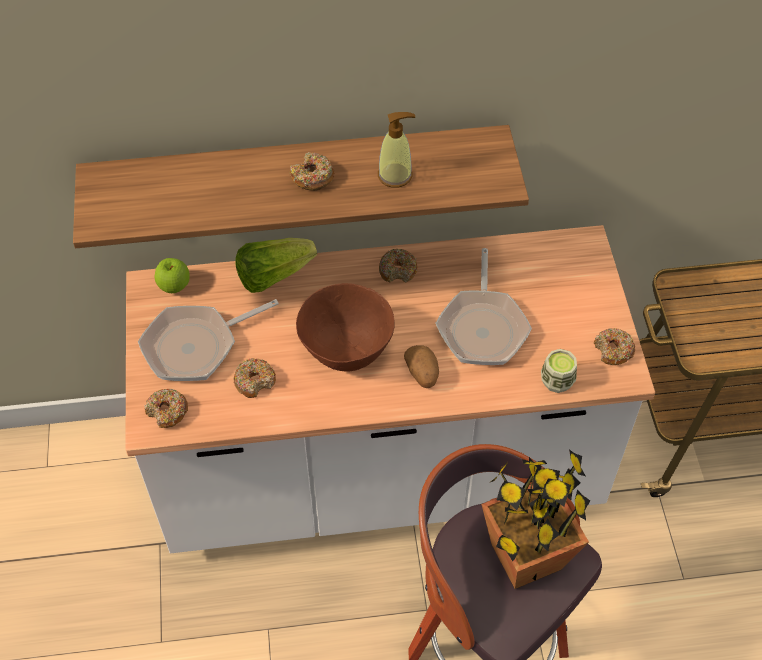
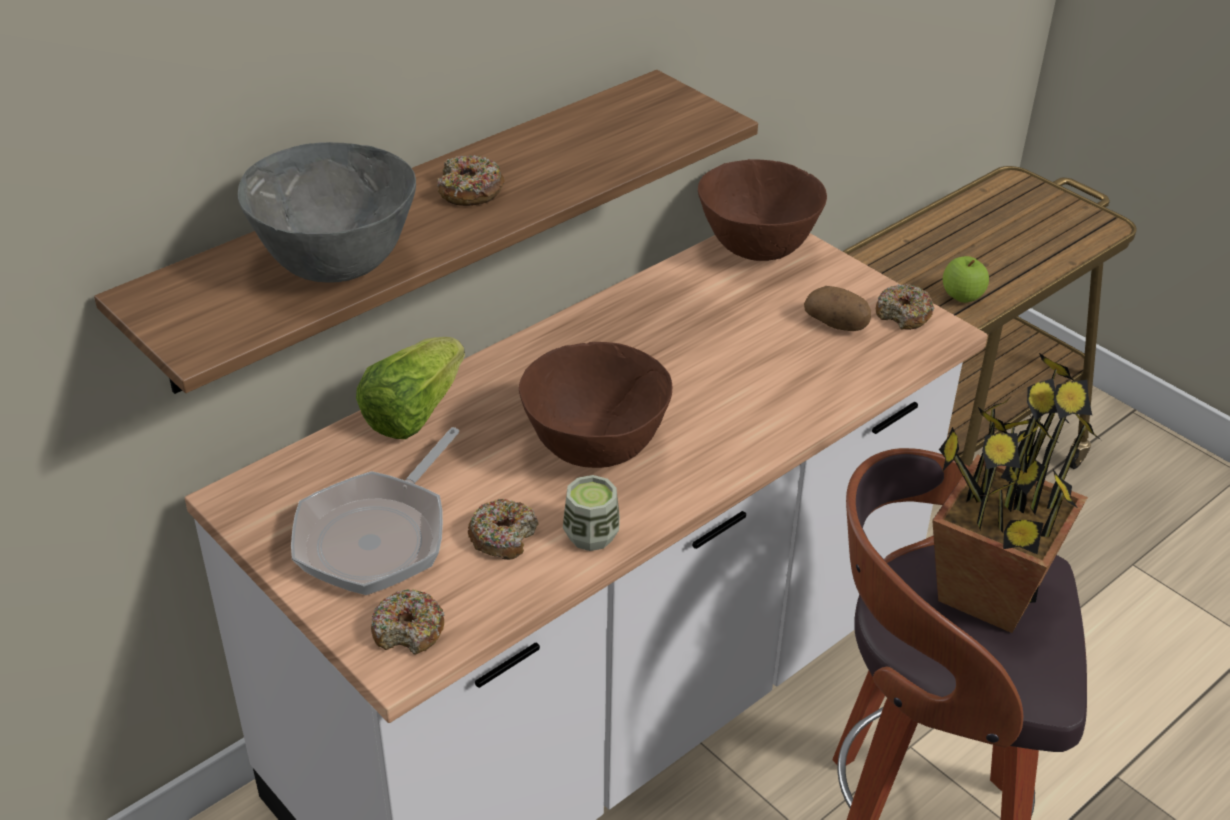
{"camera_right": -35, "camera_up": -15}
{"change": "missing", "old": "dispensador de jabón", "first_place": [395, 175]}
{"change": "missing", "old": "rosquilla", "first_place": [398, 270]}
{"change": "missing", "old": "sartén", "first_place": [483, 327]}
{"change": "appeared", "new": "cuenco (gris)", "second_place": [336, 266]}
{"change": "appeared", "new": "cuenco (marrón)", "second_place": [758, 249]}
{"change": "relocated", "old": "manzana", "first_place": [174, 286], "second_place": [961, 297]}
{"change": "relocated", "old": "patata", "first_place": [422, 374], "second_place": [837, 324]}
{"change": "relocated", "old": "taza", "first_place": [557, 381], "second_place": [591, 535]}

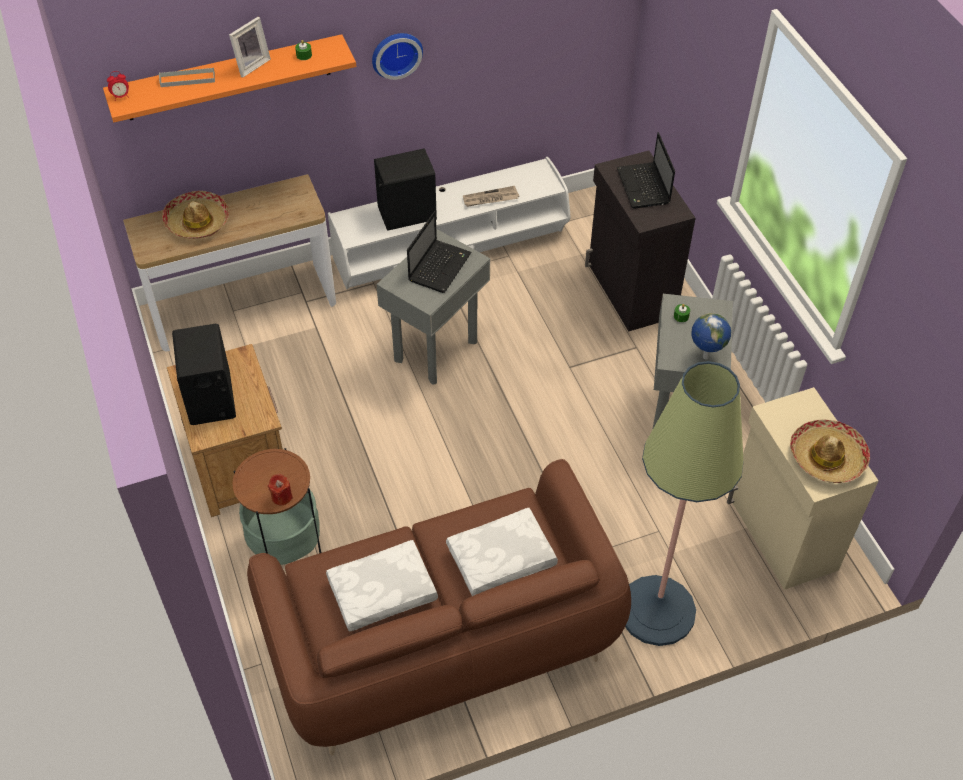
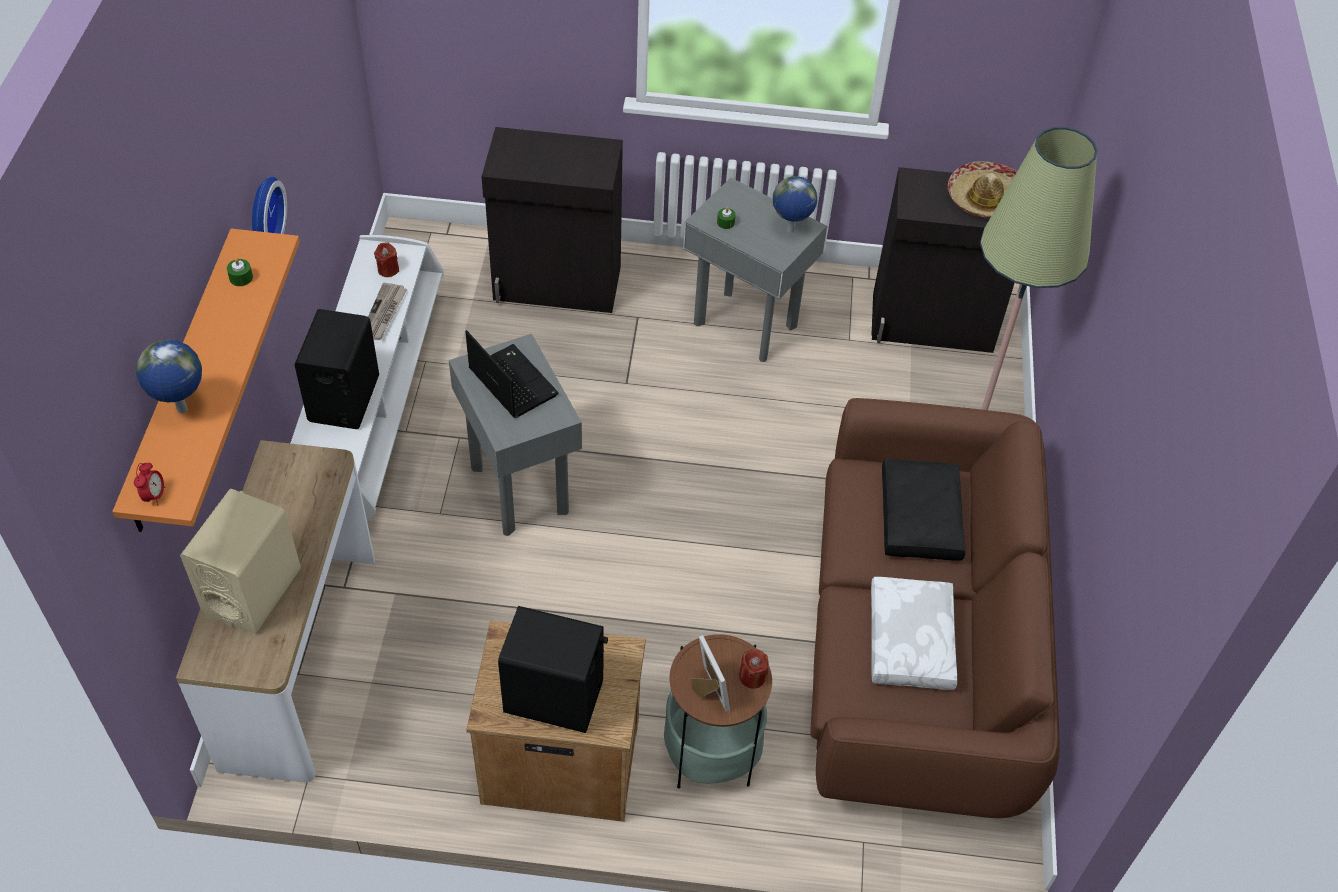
{"camera_right": -65, "camera_up": 0}
{"change": "missing", "old": "portátil", "first_place": [644, 187]}
{"change": "appeared", "new": "vela (rojo)", "second_place": [388, 269]}
{"change": "relocated", "old": "portarretratos", "first_place": [251, 65], "second_place": [707, 692]}
{"change": "exchanged", "old": "bandeja (gris)", "new": "globo terráqueo", "first_place": [187, 79], "second_place": [182, 410]}
{"change": "exchanged", "old": "sombrero", "new": "altavoz (beis)", "first_place": [197, 222], "second_place": [252, 590]}
{"change": "colour", "old": "cojín (blanco)", "new": "cojín (negro)", "first_place": [501, 560], "second_place": [921, 519]}
{"change": "colour", "old": "armario (beis)", "new": "armario (negro)", "first_place": [781, 535], "second_place": [933, 324]}

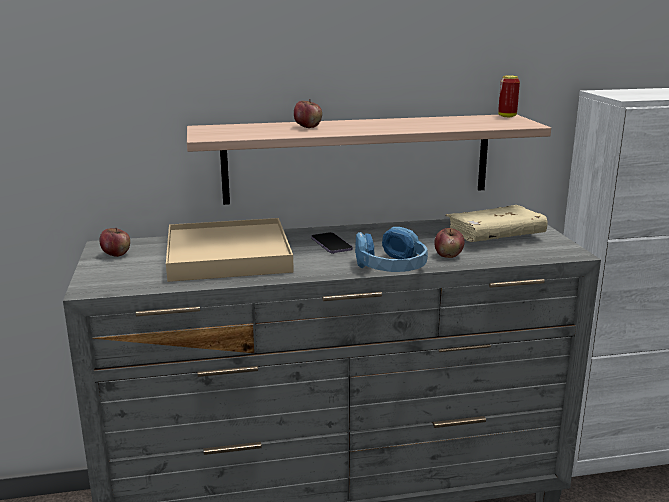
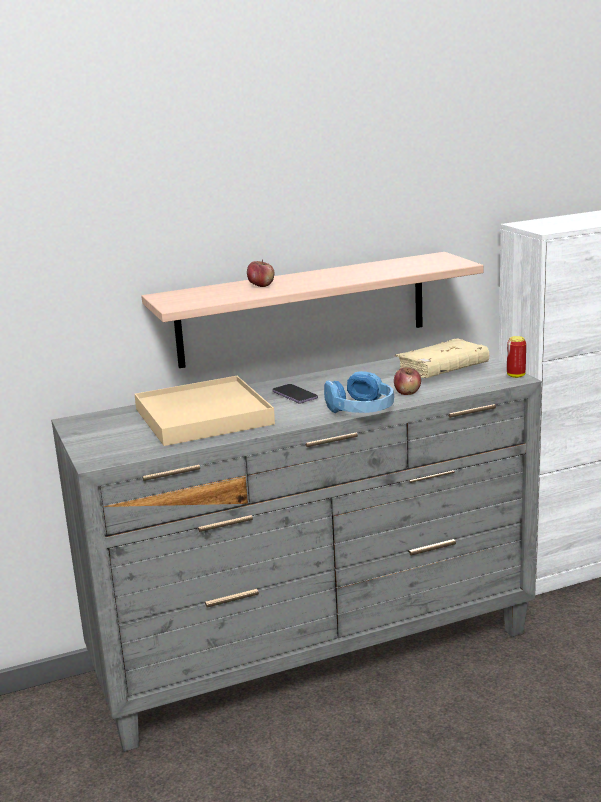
{"camera_right": -10, "camera_up": 0}
{"change": "missing", "old": "manzana", "first_place": [116, 254]}
{"change": "relocated", "old": "lata", "first_place": [507, 116], "second_place": [516, 376]}

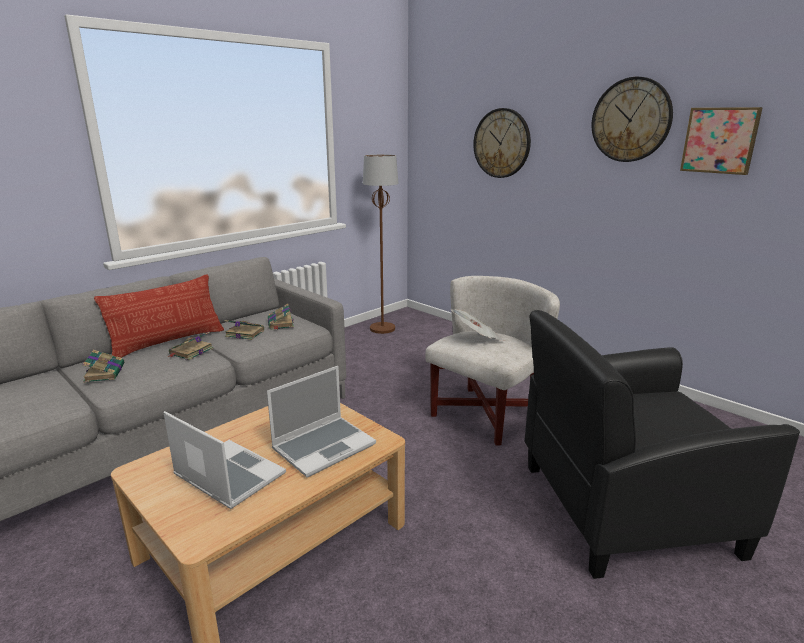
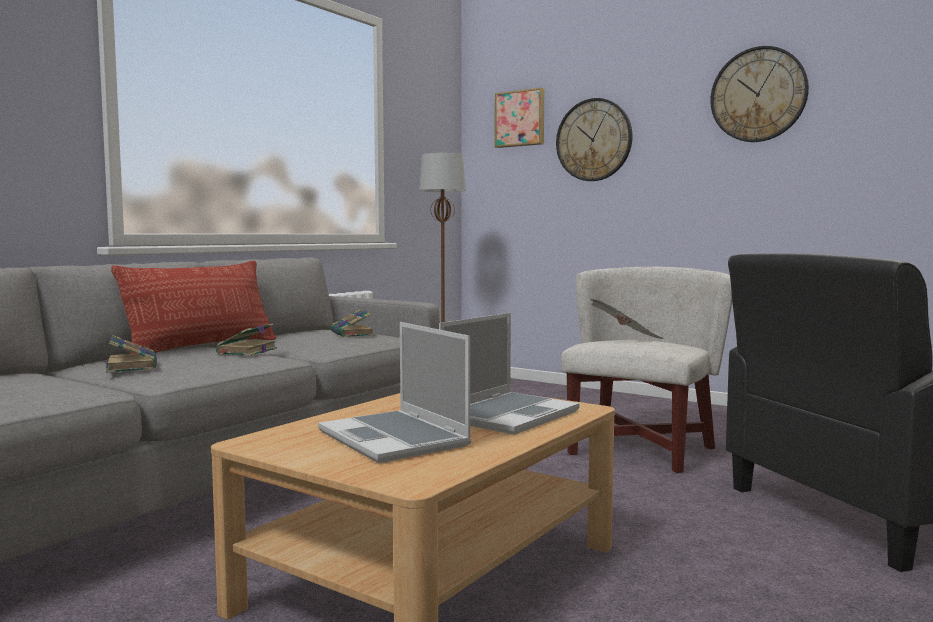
{"camera_right": -10, "camera_up": -15}
{"change": "missing", "old": "libro", "first_place": [244, 333]}
{"change": "relocated", "old": "cuadro", "first_place": [720, 140], "second_place": [520, 118]}
{"change": "spun", "old": "portátil", "first_place": [227, 475], "second_place": [395, 439], "degrees": -150}

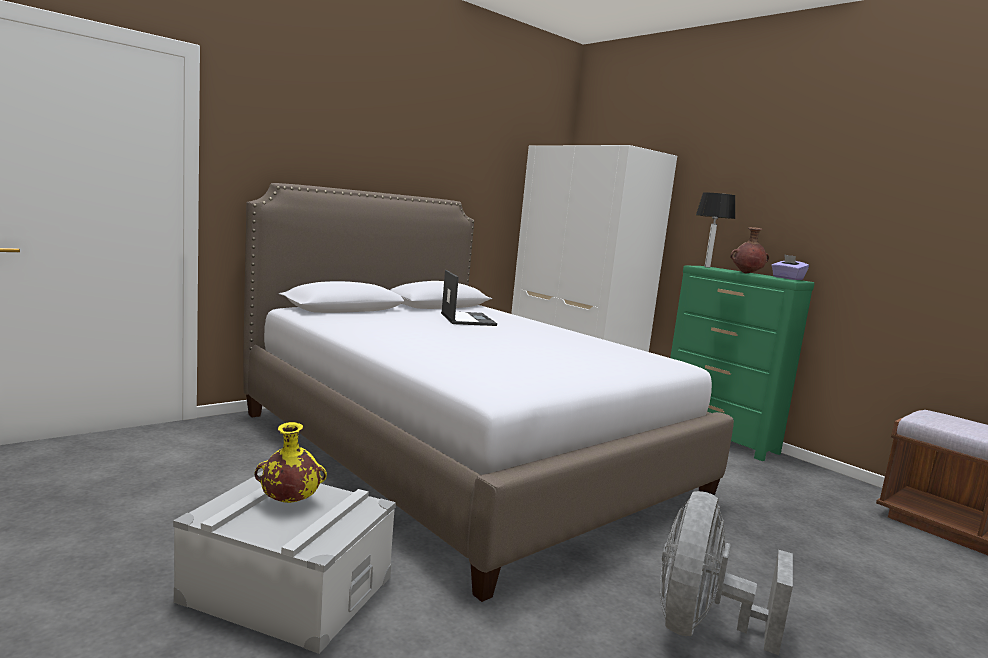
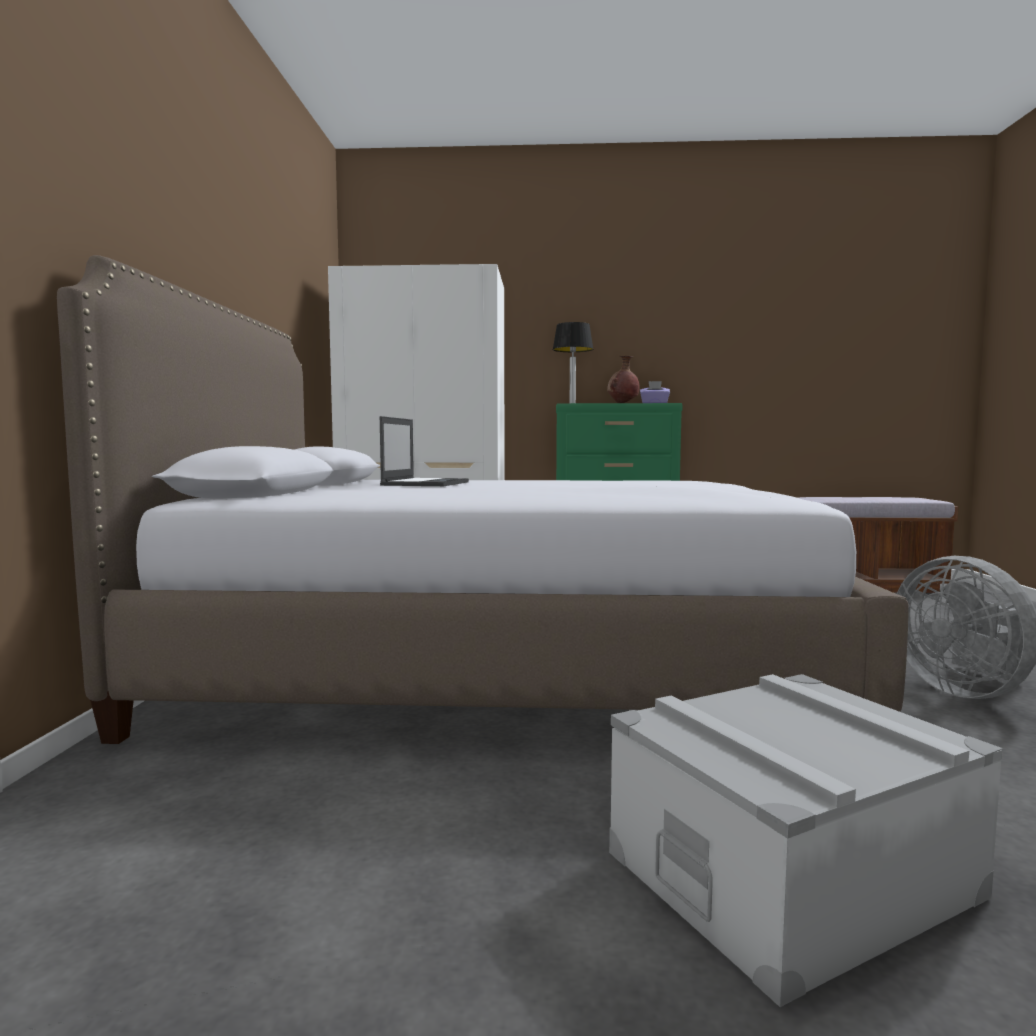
{"camera_right": -45, "camera_up": -5}
{"change": "missing", "old": "florero (amarillo)", "first_place": [289, 502]}
{"change": "spun", "old": "portátil", "first_place": [467, 319], "second_place": [426, 483], "degrees": 75}

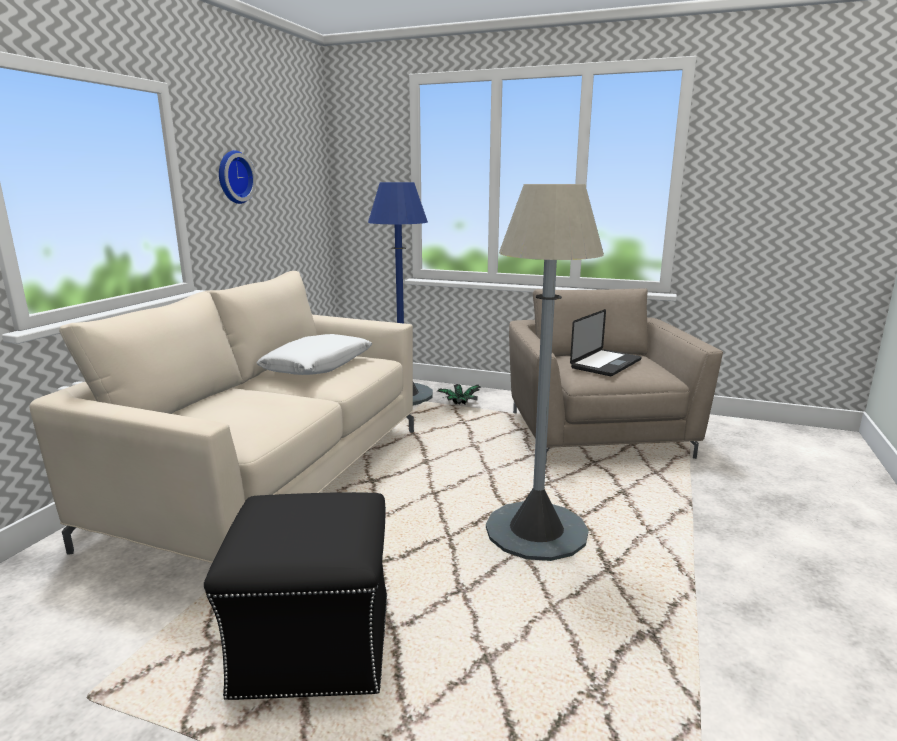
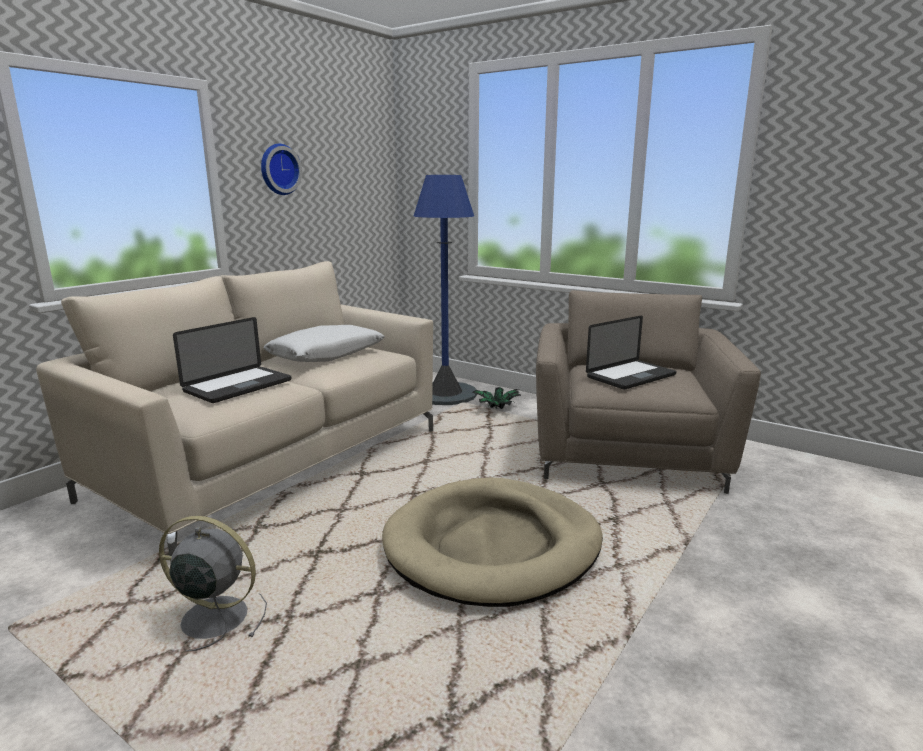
{"camera_right": 15, "camera_up": 0}
{"change": "appeared", "new": "portátil", "second_place": [238, 386]}
{"change": "exchanged", "old": "puf (negro)", "new": "ventilador (gris)", "first_place": [312, 643], "second_place": [211, 617]}
{"change": "exchanged", "old": "lámpara de pie (gris)", "new": "cama para perro (beis)", "first_place": [536, 531], "second_place": [493, 546]}

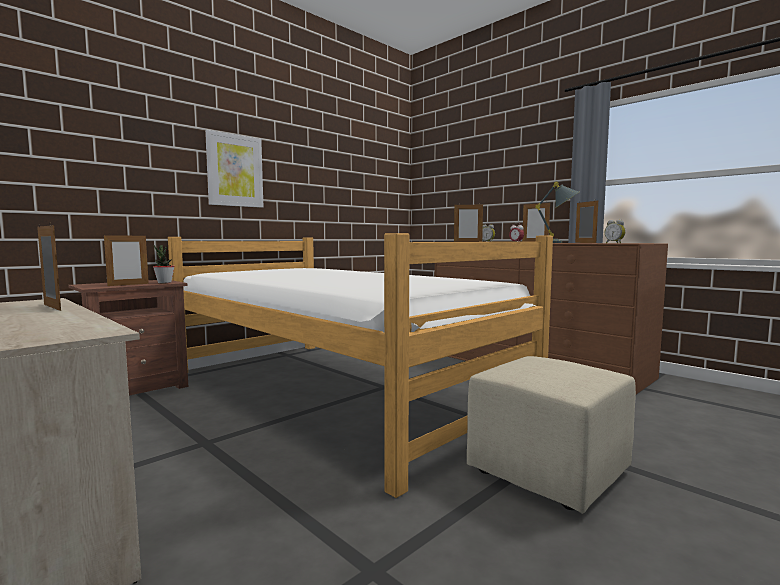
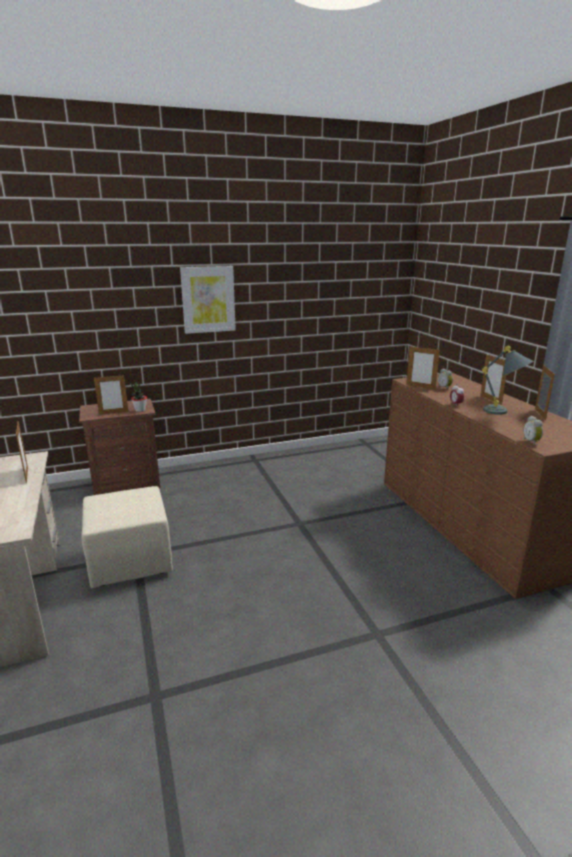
{"camera_right": 25, "camera_up": 15}
{"change": "missing", "old": "cama", "first_place": [336, 391]}
{"change": "relocated", "old": "puf (beis)", "first_place": [548, 471], "second_place": [131, 561]}

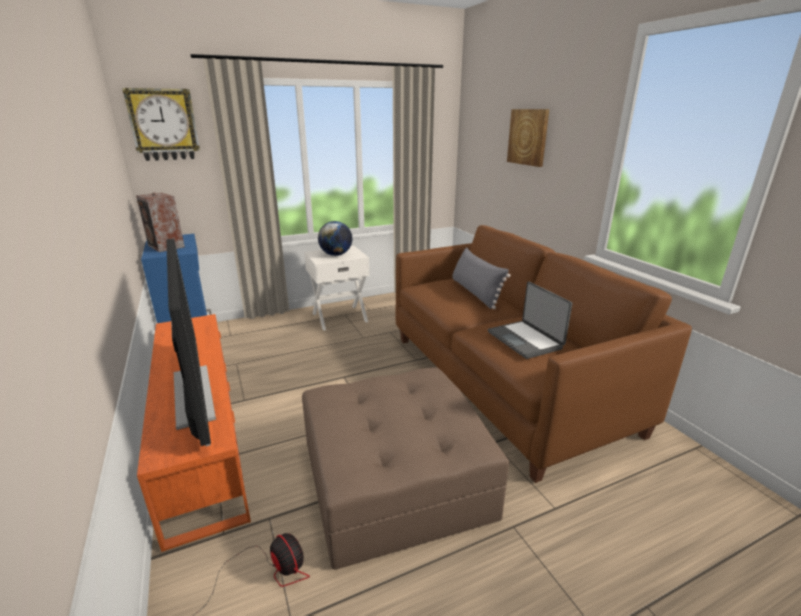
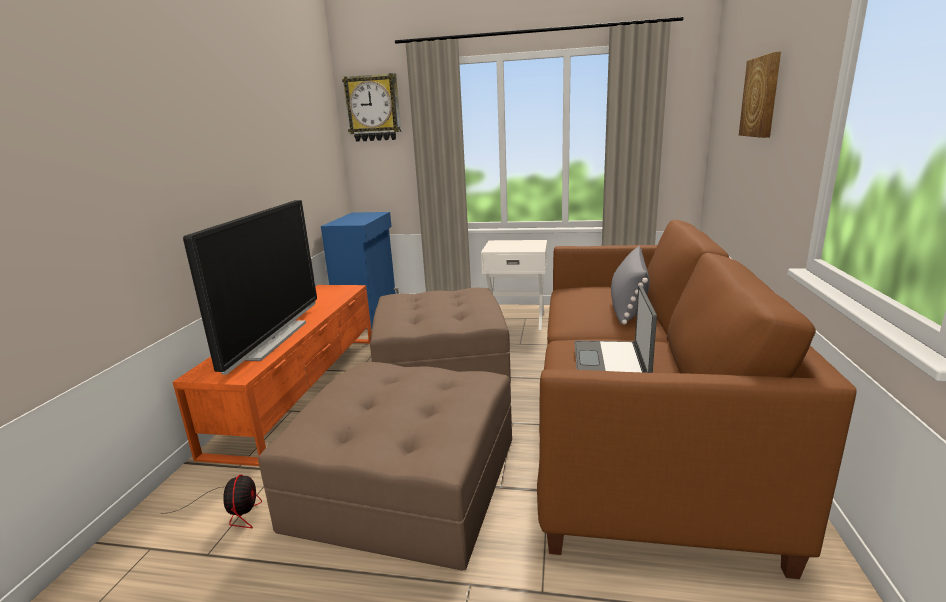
{"camera_right": 35, "camera_up": -5}
{"change": "missing", "old": "altavoz", "first_place": [166, 246]}
{"change": "missing", "old": "globo terráqueo", "first_place": [336, 255]}
{"change": "appeared", "new": "puf (marrón)", "second_place": [442, 362]}

